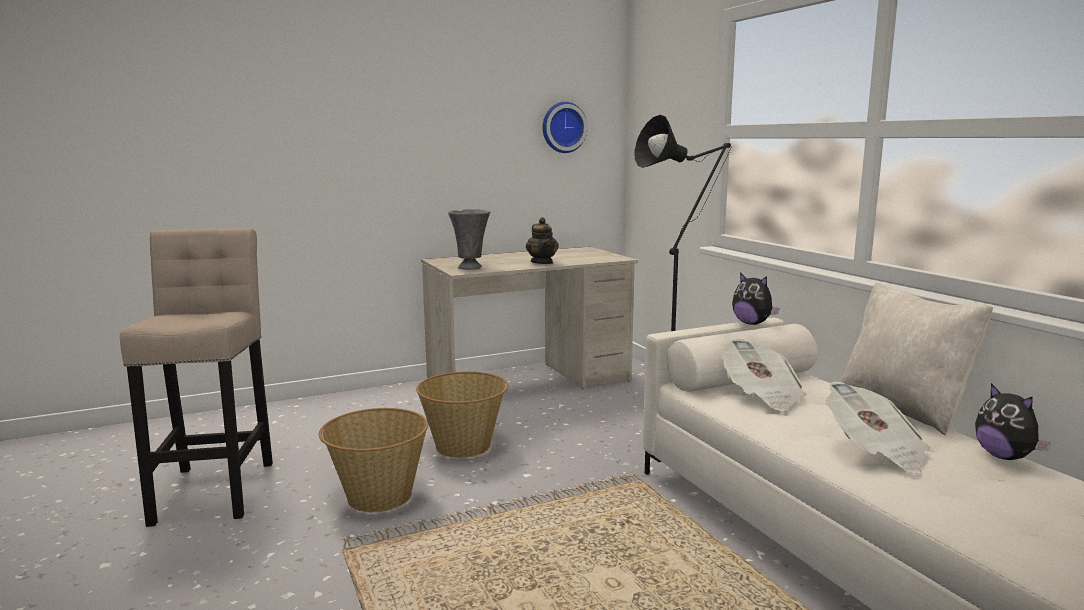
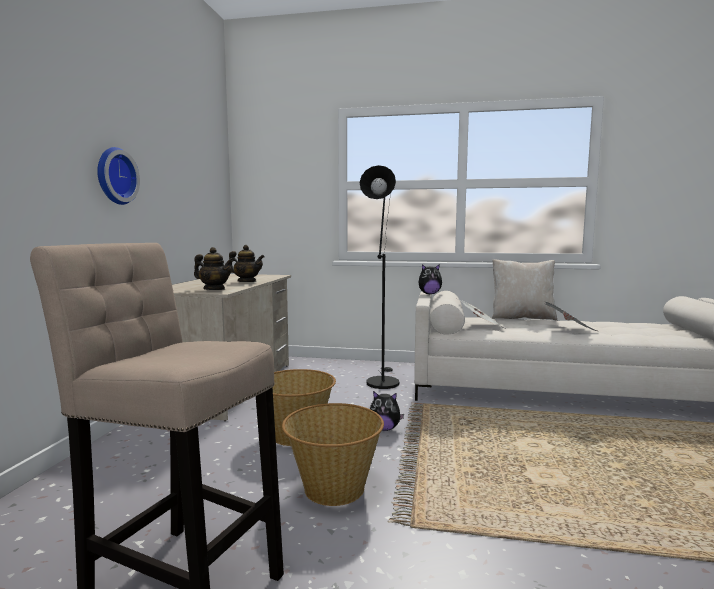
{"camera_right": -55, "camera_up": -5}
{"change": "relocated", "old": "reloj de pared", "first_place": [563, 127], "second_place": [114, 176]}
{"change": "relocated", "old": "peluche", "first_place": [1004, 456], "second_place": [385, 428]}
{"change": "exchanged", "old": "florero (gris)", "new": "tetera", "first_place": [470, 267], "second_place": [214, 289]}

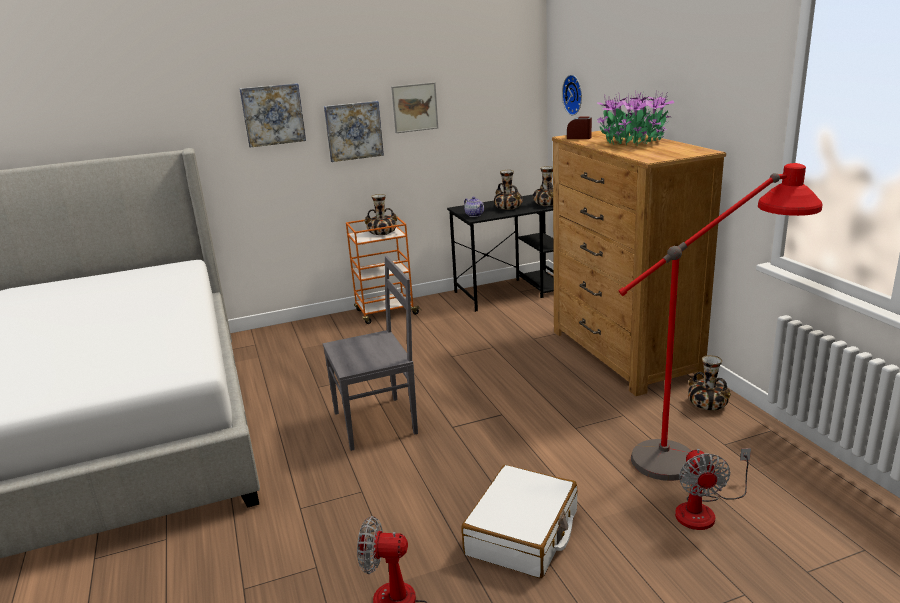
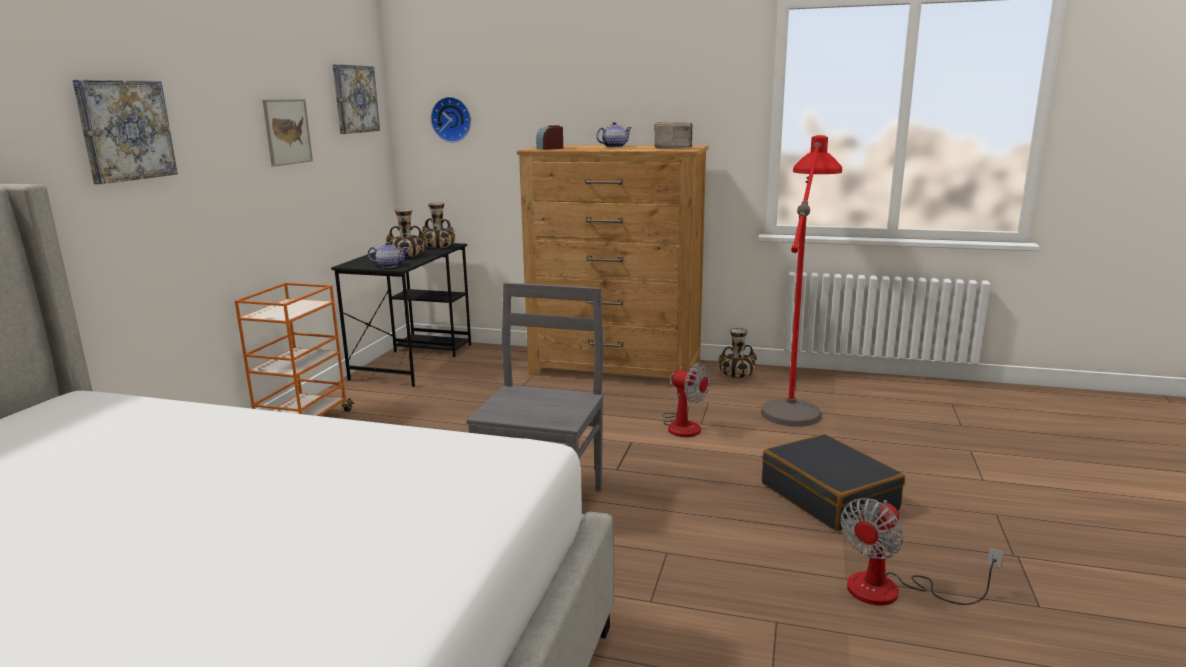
{"camera_right": -55, "camera_up": -5}
{"change": "missing", "old": "florero", "first_place": [382, 233]}
{"change": "appeared", "new": "radio", "second_place": [673, 147]}
{"change": "relocated", "old": "cuadro", "first_place": [353, 131], "second_place": [354, 99]}
{"change": "relocated", "old": "ventilador", "first_place": [704, 510], "second_place": [682, 424]}
{"change": "exchanged", "old": "planta en maceta", "new": "tetera", "first_place": [634, 142], "second_place": [614, 147]}
{"change": "colour", "old": "maleta (blanco)", "new": "maleta (negro)", "first_place": [523, 533], "second_place": [829, 497]}

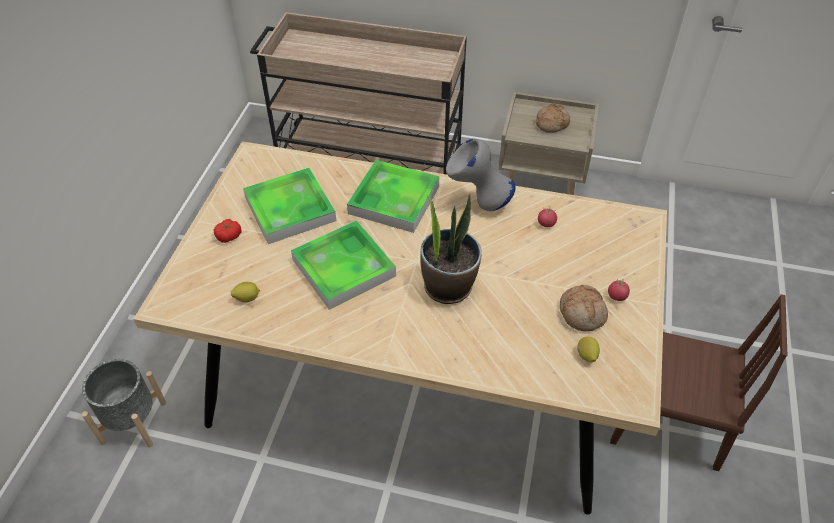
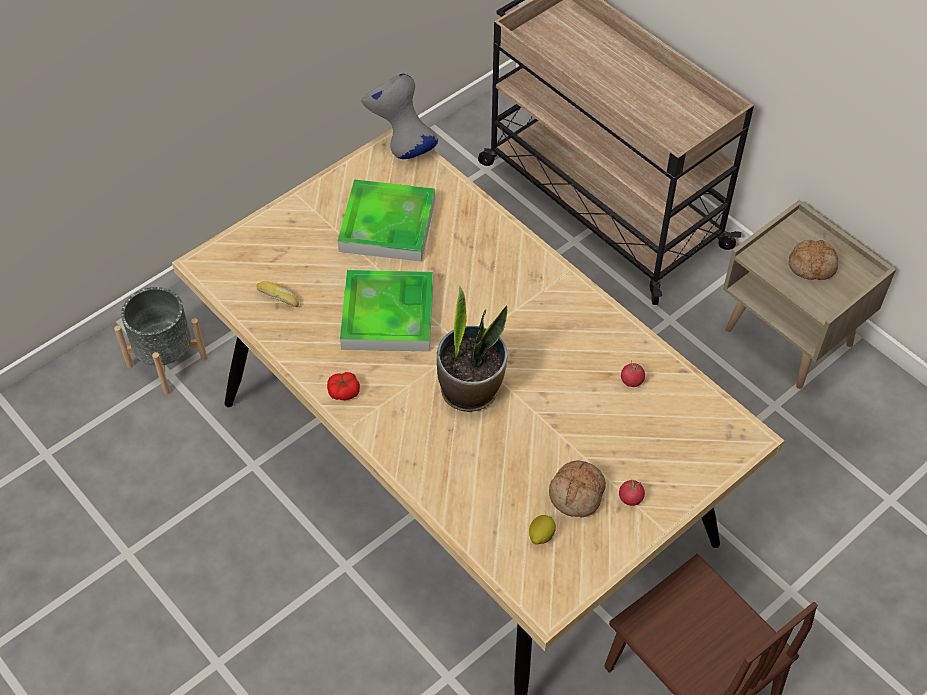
{"camera_right": 35, "camera_up": 5}
{"change": "missing", "old": "bandeja", "first_place": [394, 200]}
{"change": "relocated", "old": "tomate", "first_place": [229, 236], "second_place": [344, 391]}
{"change": "relocated", "old": "florero (gris)", "first_place": [478, 203], "second_place": [401, 146]}
{"change": "exchanged", "old": "limón", "new": "pan", "first_place": [247, 298], "second_place": [279, 296]}

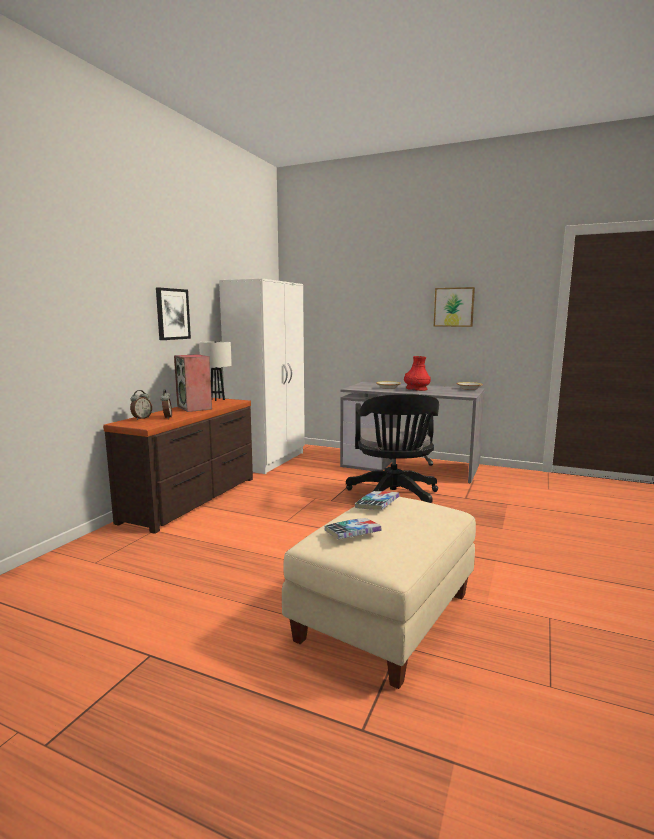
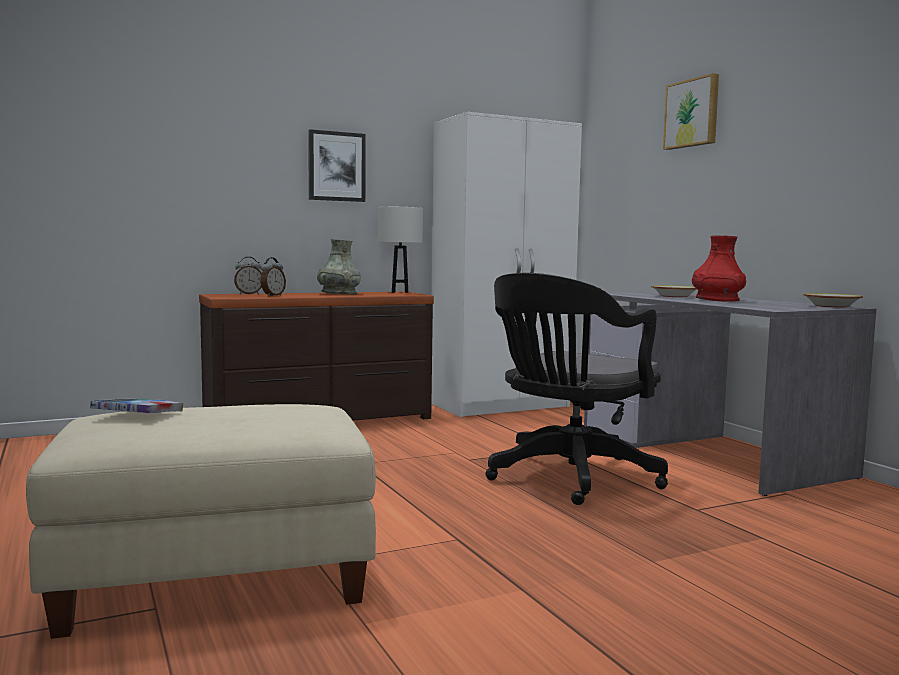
{"camera_right": 40, "camera_up": -5}
{"change": "missing", "old": "libro", "first_place": [377, 504]}
{"change": "relocated", "old": "cuadro", "first_place": [454, 307], "second_place": [692, 113]}
{"change": "exchanged", "old": "altavoz", "new": "florero (gris)", "first_place": [195, 408], "second_place": [339, 294]}

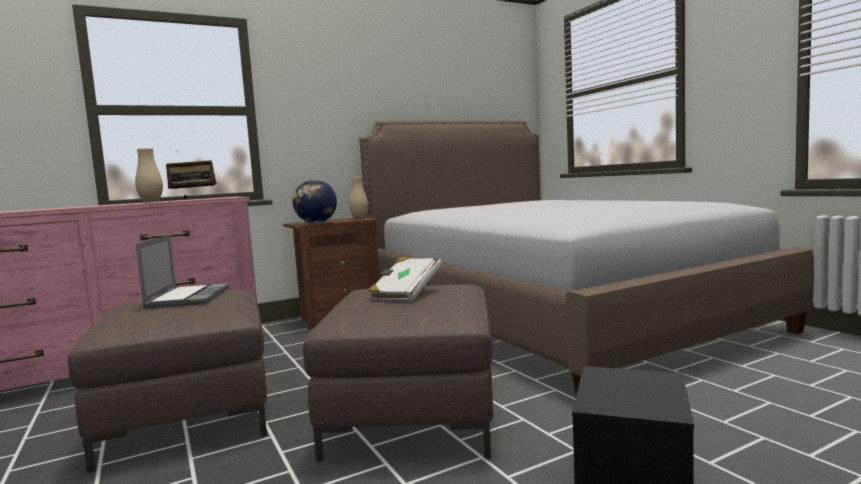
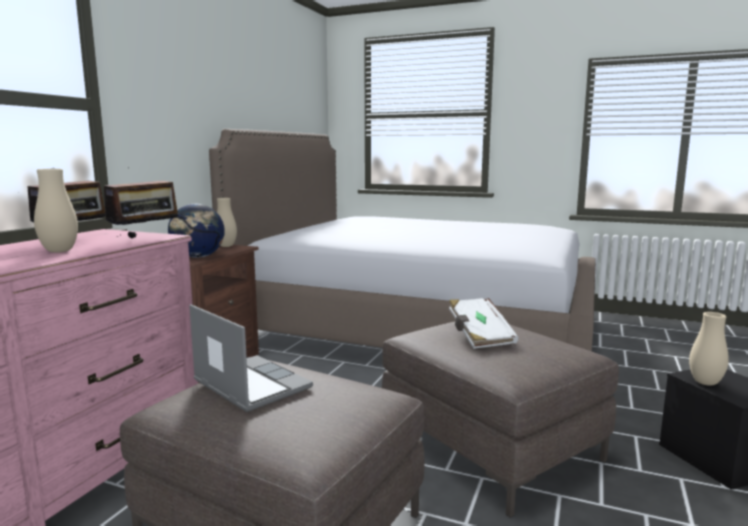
{"camera_right": -40, "camera_up": 5}
{"change": "appeared", "new": "radio", "second_place": [146, 237]}
{"change": "appeared", "new": "florero (beis)", "second_place": [705, 383]}

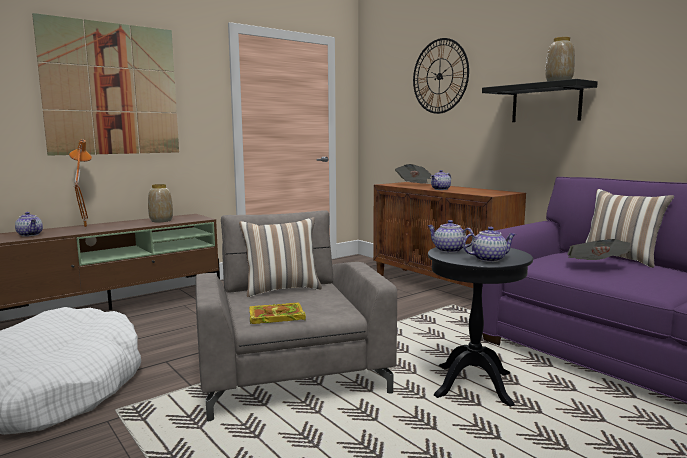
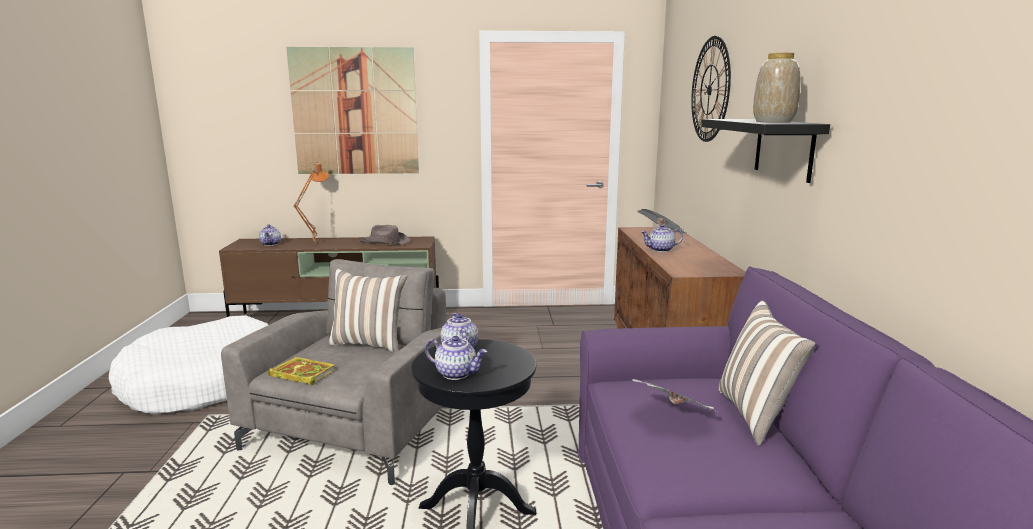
{"camera_right": 35, "camera_up": 5}
{"change": "exchanged", "old": "florero", "new": "sombrero (marrón)", "first_place": [161, 221], "second_place": [385, 242]}

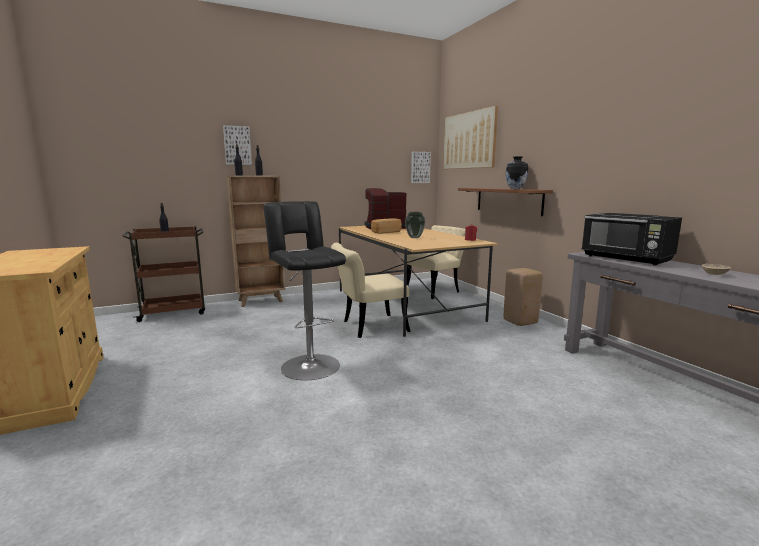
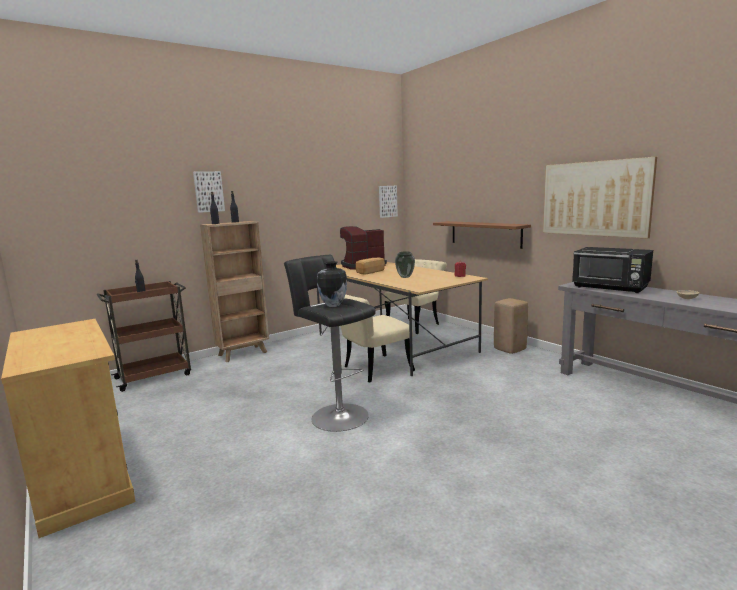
{"camera_right": -10, "camera_up": 0}
{"change": "relocated", "old": "cuadro", "first_place": [469, 140], "second_place": [594, 198]}
{"change": "relocated", "old": "florero", "first_place": [515, 189], "second_place": [333, 305]}

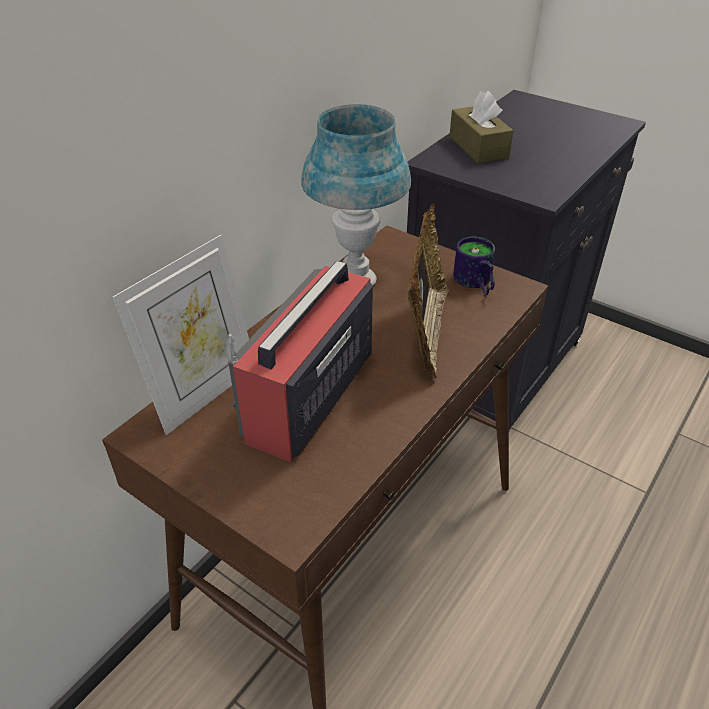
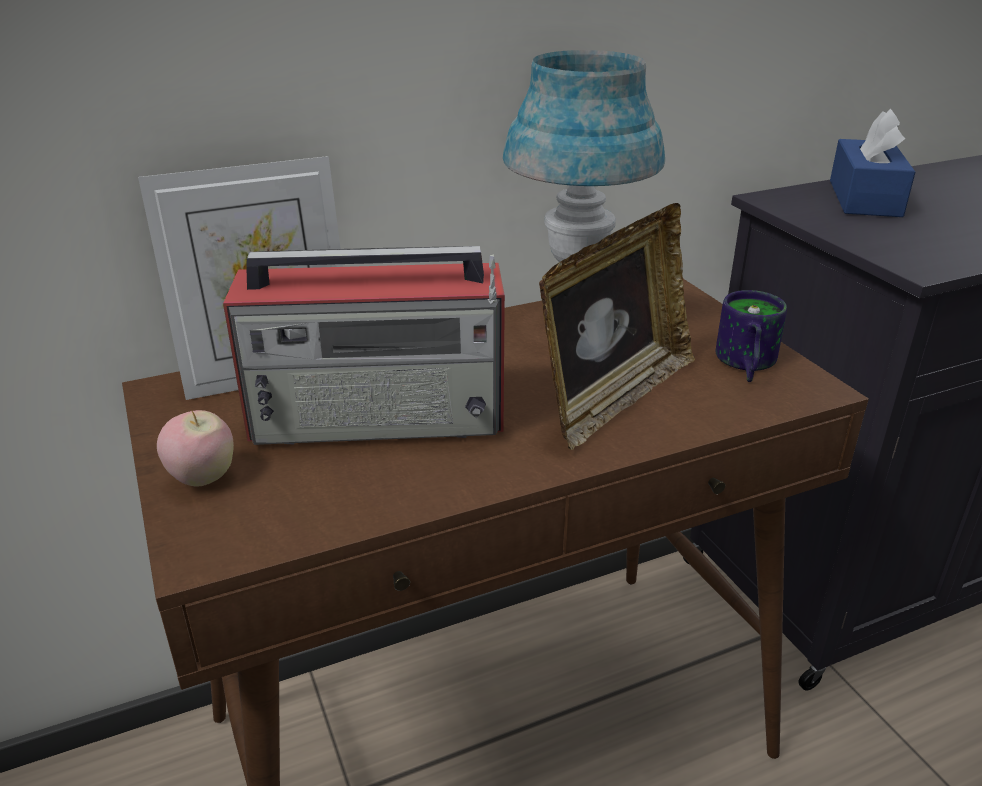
{"camera_right": 30, "camera_up": -10}
{"change": "appeared", "new": "manzana", "second_place": [203, 478]}
{"change": "colour", "old": "caja de pañuelos (marrón)", "new": "caja de pañuelos (azul)", "first_place": [478, 147], "second_place": [864, 198]}
{"change": "spun", "old": "radio", "first_place": [308, 397], "second_place": [382, 417], "degrees": -150}

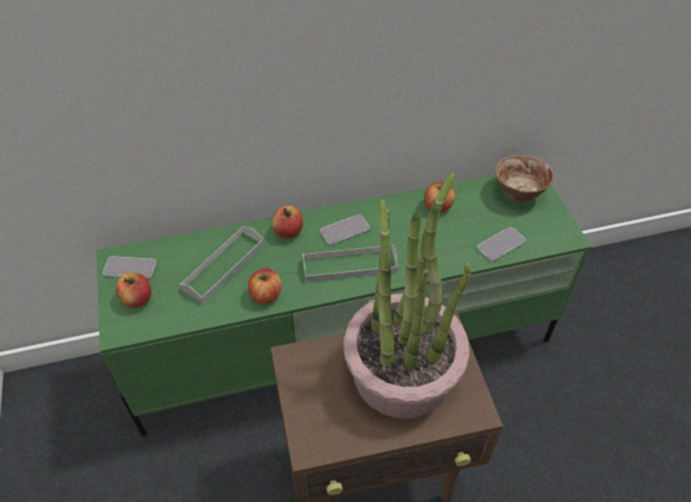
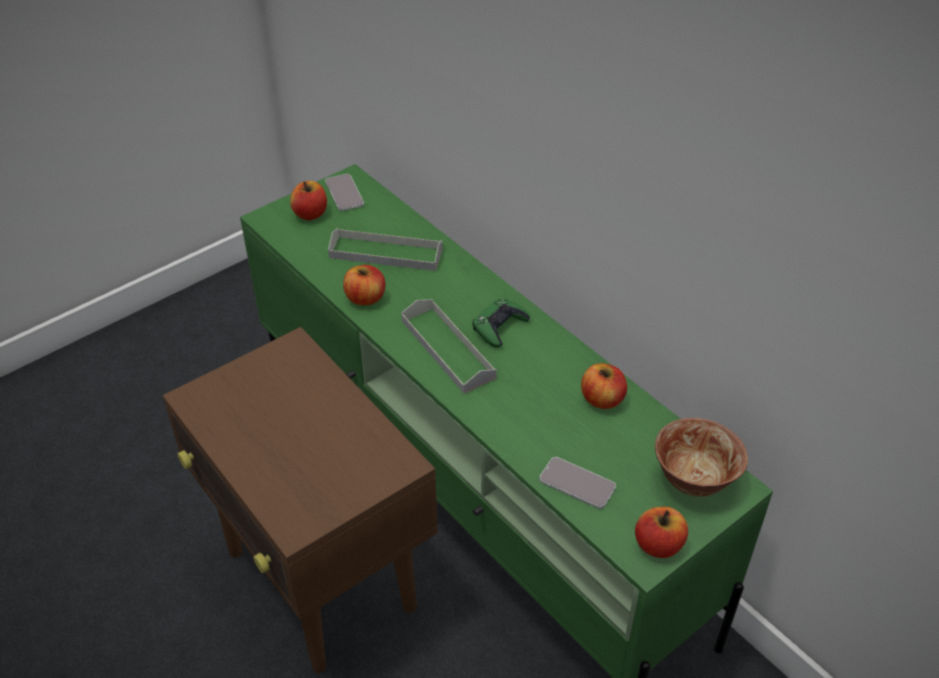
{"camera_right": 65, "camera_up": -5}
{"change": "missing", "old": "planta en maceta", "first_place": [402, 372]}
{"change": "relocated", "old": "manzana", "first_place": [288, 232], "second_place": [658, 545]}
{"change": "exchanged", "old": "móvil", "new": "mando de consola (verde)", "first_place": [345, 230], "second_place": [499, 327]}

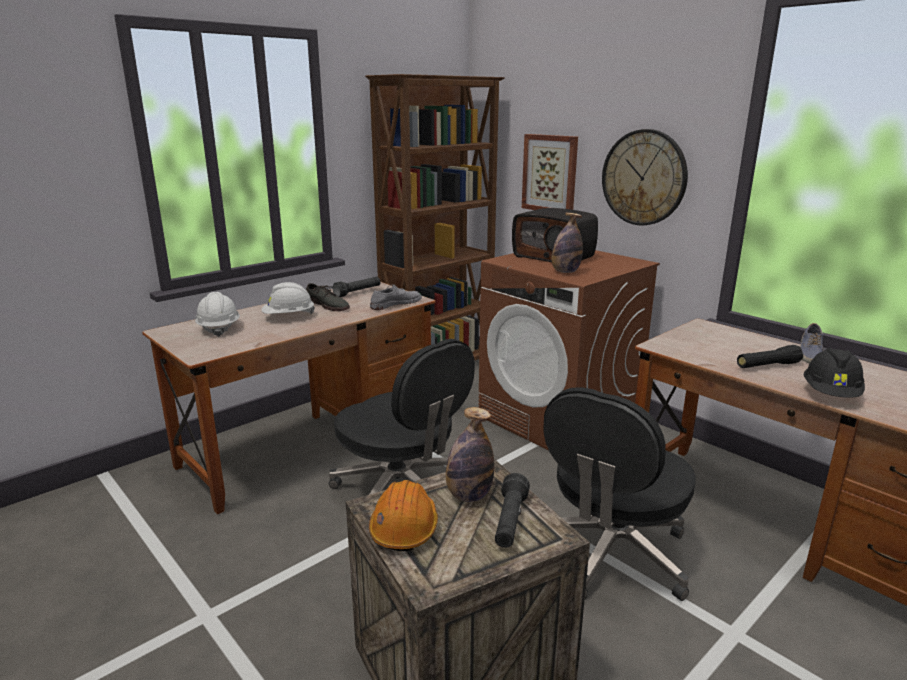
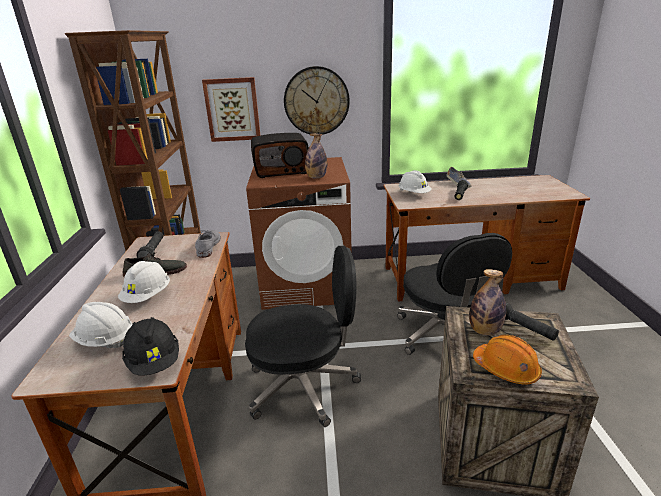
{"camera_right": -50, "camera_up": 5}
{"change": "appeared", "new": "casco (blanco)", "second_place": [414, 194]}
{"change": "relocated", "old": "casco (negro)", "first_place": [830, 394], "second_place": [154, 362]}

